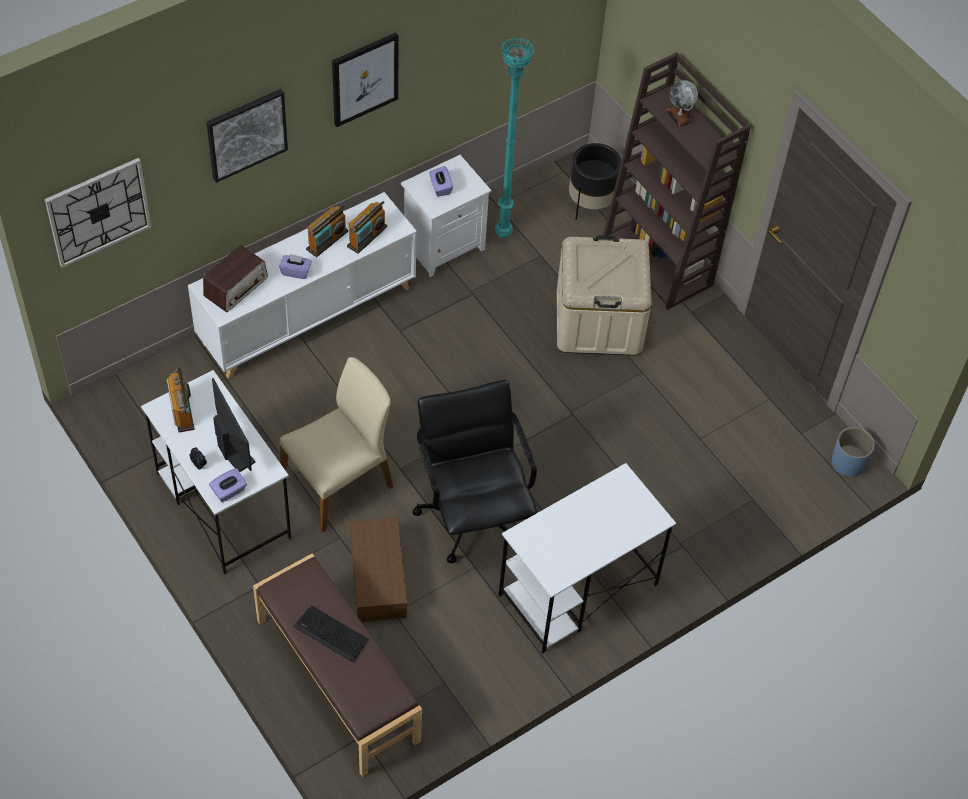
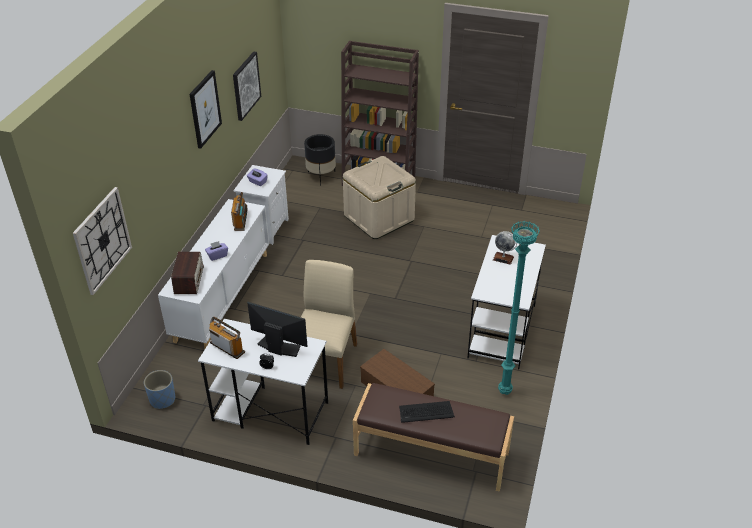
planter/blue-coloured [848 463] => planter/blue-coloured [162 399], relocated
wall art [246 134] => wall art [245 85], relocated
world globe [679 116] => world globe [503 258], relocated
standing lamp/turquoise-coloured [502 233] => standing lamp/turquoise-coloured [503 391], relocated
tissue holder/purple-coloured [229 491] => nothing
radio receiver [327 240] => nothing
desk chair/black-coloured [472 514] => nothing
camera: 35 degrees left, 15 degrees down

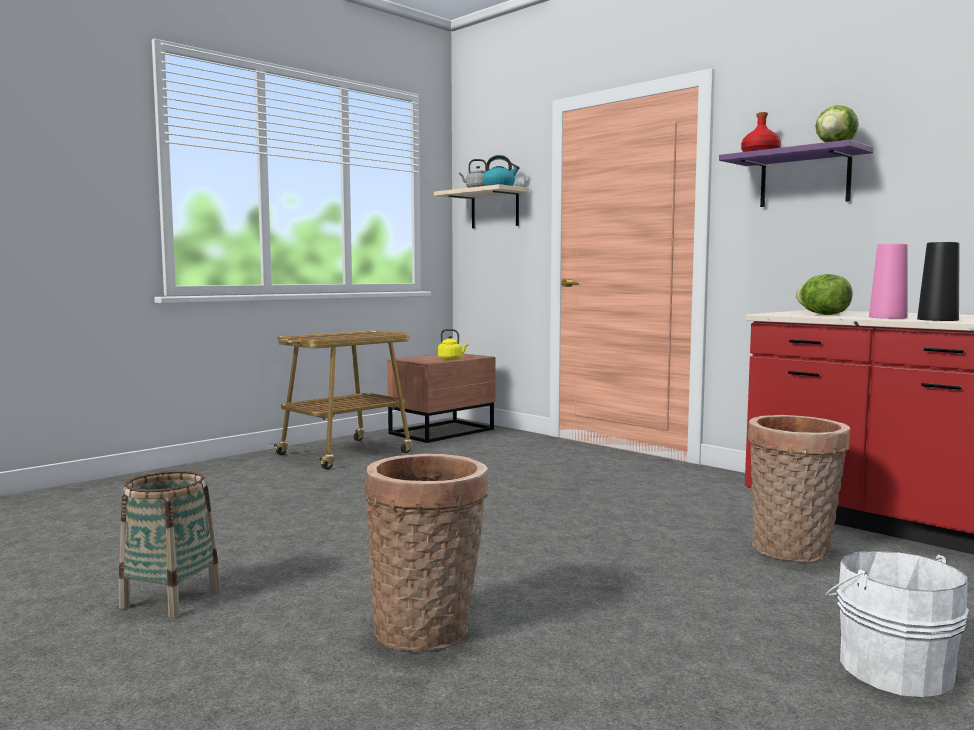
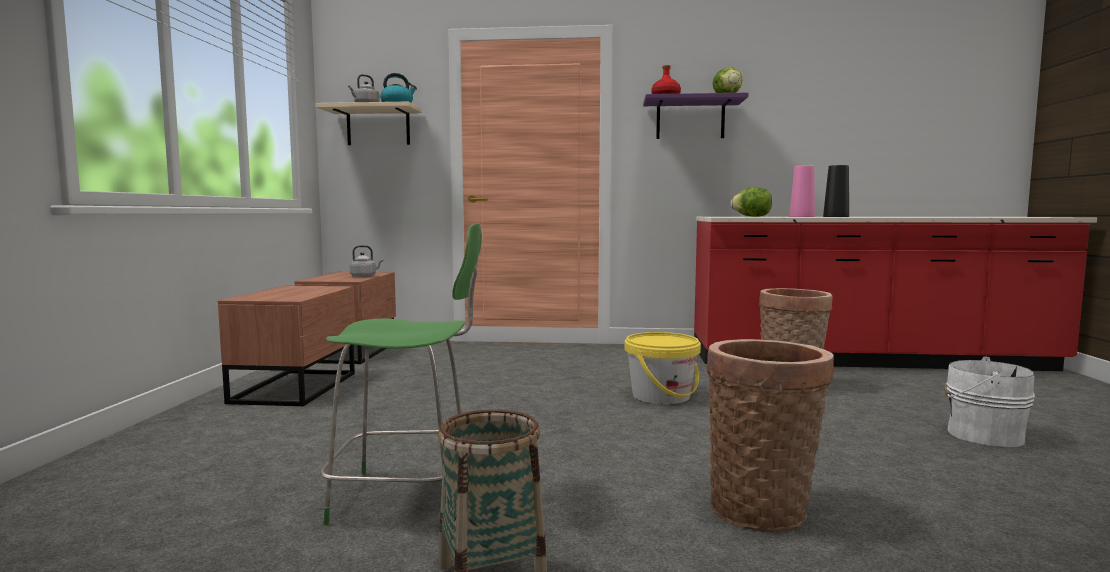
trolley [346 453] => bedside table/brownish [298 387]
nothing => chair/green [409 497]
tea kettle/yellow-coloured [451 359] => tea kettle/greyish [364 276]
nothing => pail/yellow-coloured [661 396]
camera: 40 degrees left, 0 degrees up

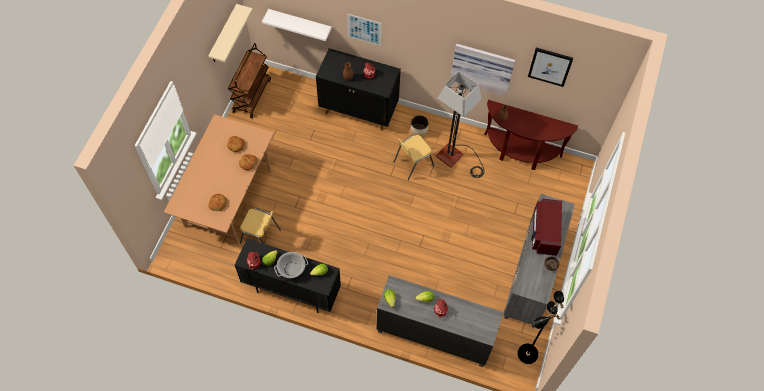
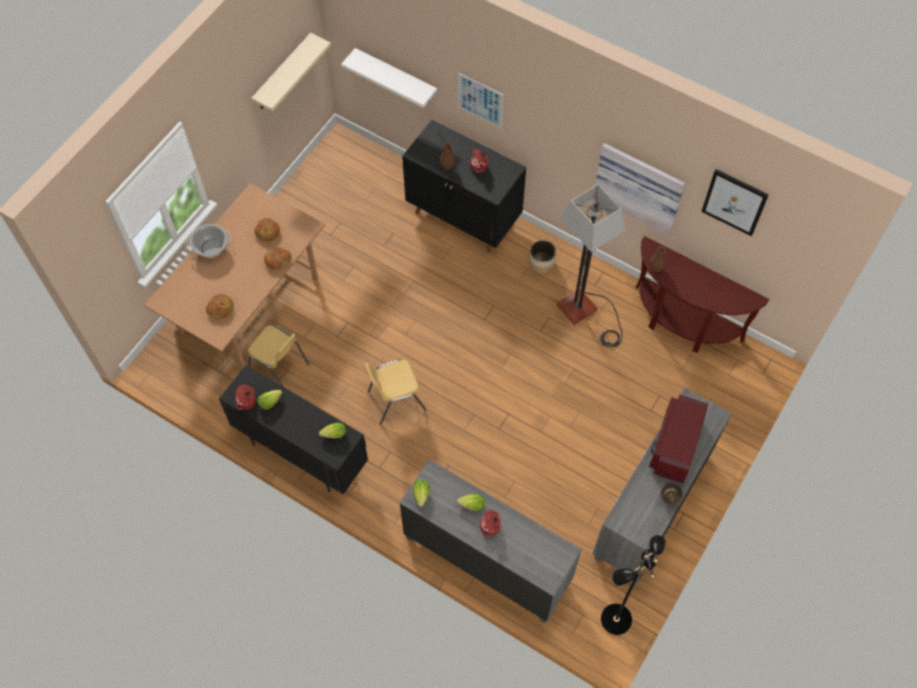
saucepot [291 269] => saucepot [211 248], relocated
chair/yellow-coloured [413 163] => chair/yellow-coloured [395 400], relocated
trolley/brownish [251 95] => nothing
camera: 15 degrees right, 0 degrees up

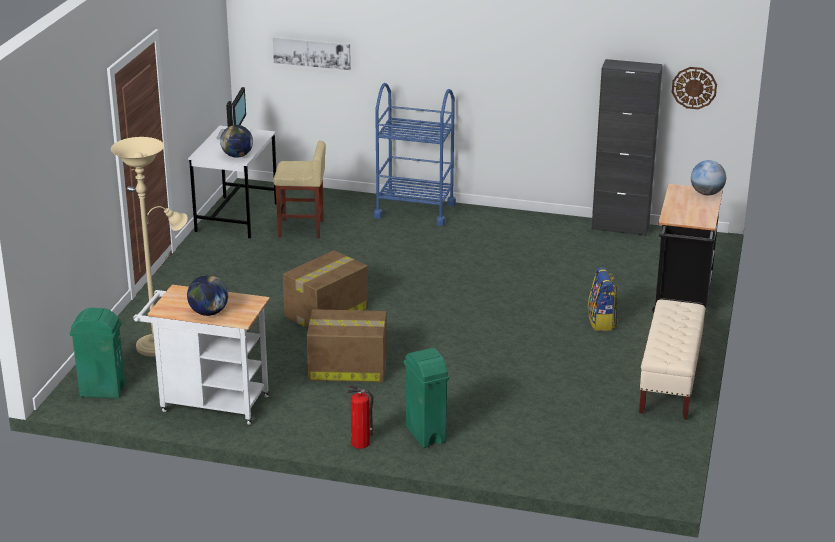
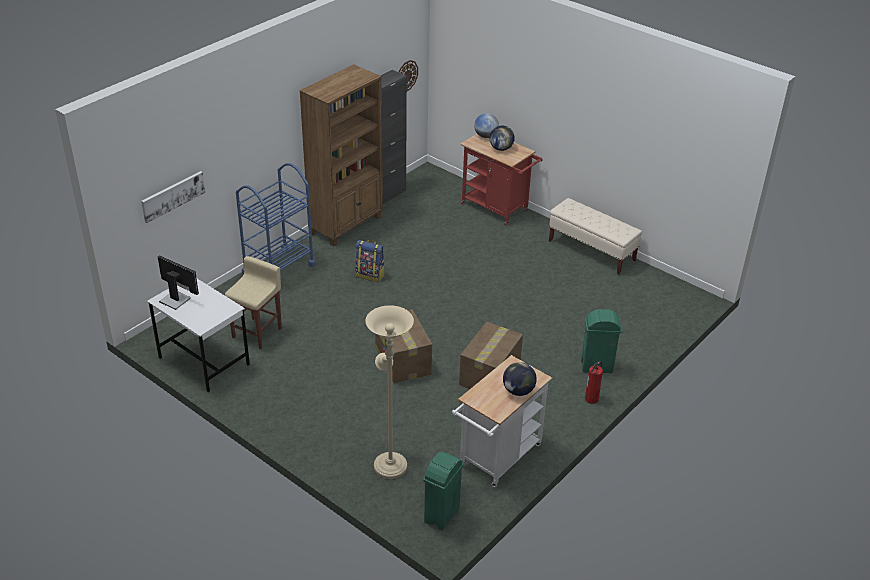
nothing => bookshelf/brownish [346 225]
rucksack [602 322] => rucksack [370 275], relocated
trolley/black-coloured [682 299] => trolley/red-coloured [497 209]
world globe [237 156] => world globe [501 148], relocated
camera: 65 degrees left, 10 degrees up

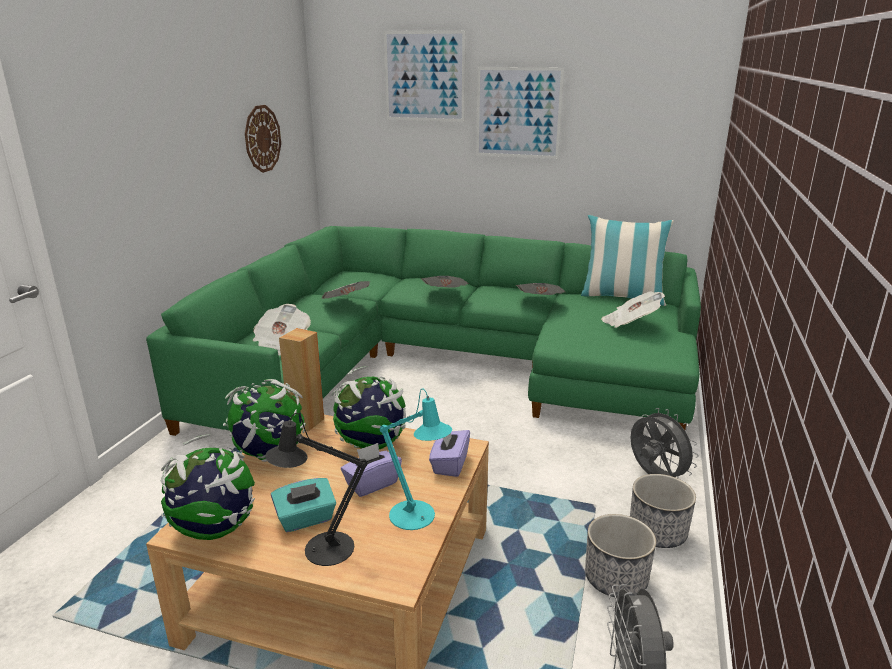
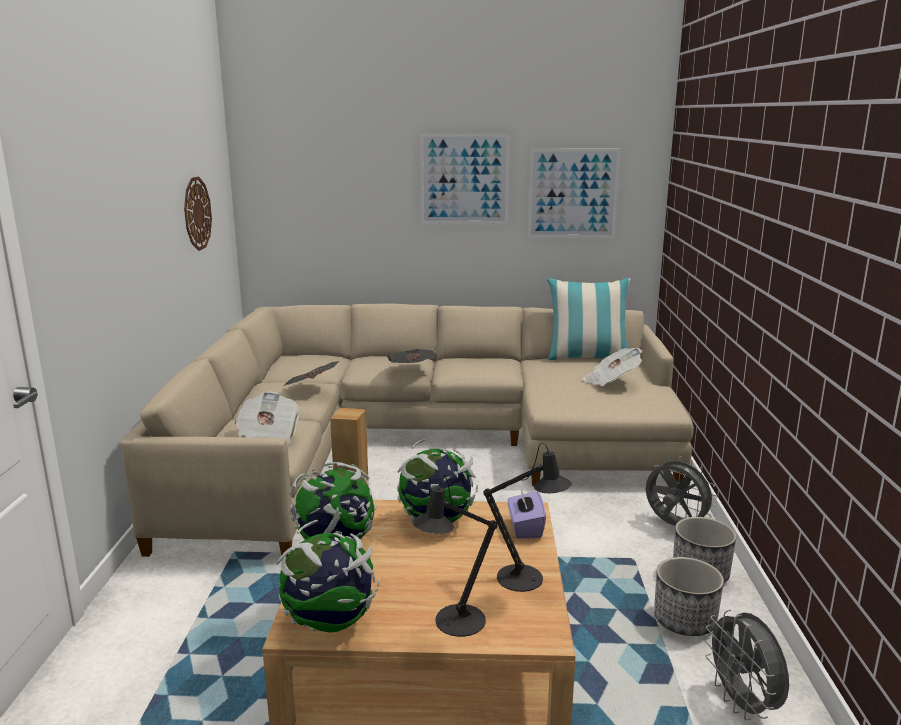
sofa/green [445 366] => sofa/sand-coloured [417 447]
table lamp/turquoise-coloured [417 518] => table lamp/black-coloured [526 579]
wall art [424 76] => wall art [573 193], relocated
tissue holder/turquoise-coloured [306 519] => nothing
tissue holder/purple-coloured [371 484] => nothing
printed paper [540 302] => nothing
camera: 15 degrees left, 5 degrees down

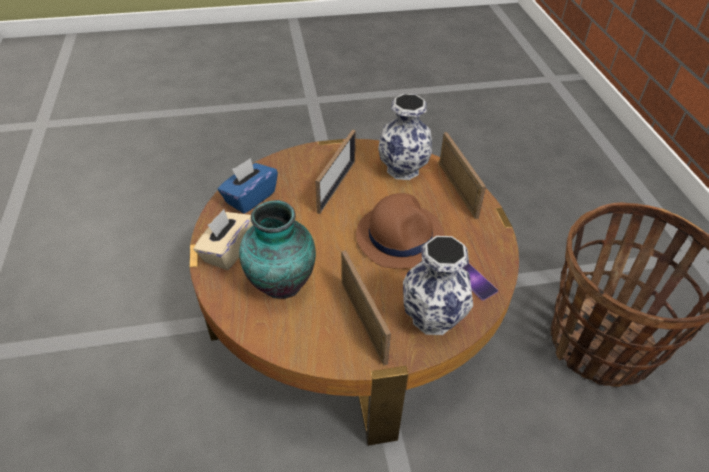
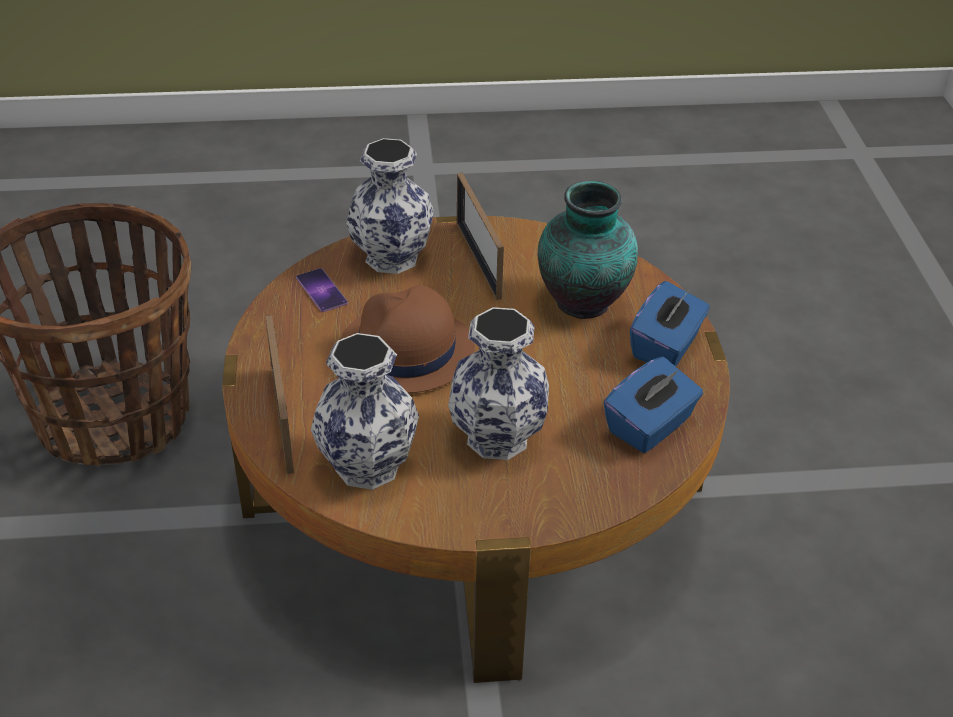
standing frame [336 186] => flower vase [497 439]
tissue holder/sand-coloured [227 251] => tissue holder/blue-coloured [666 346]
camera: 175 degrees left, 5 degrees down

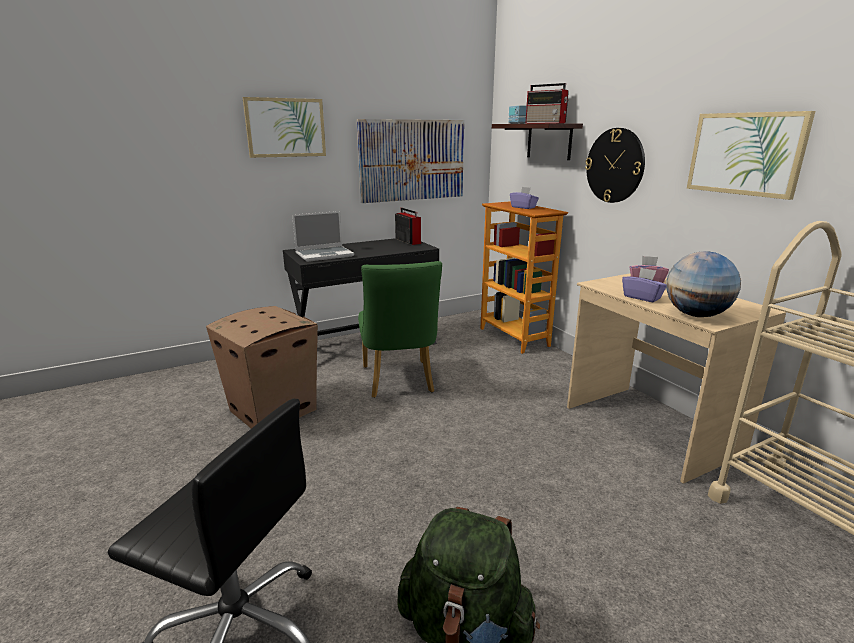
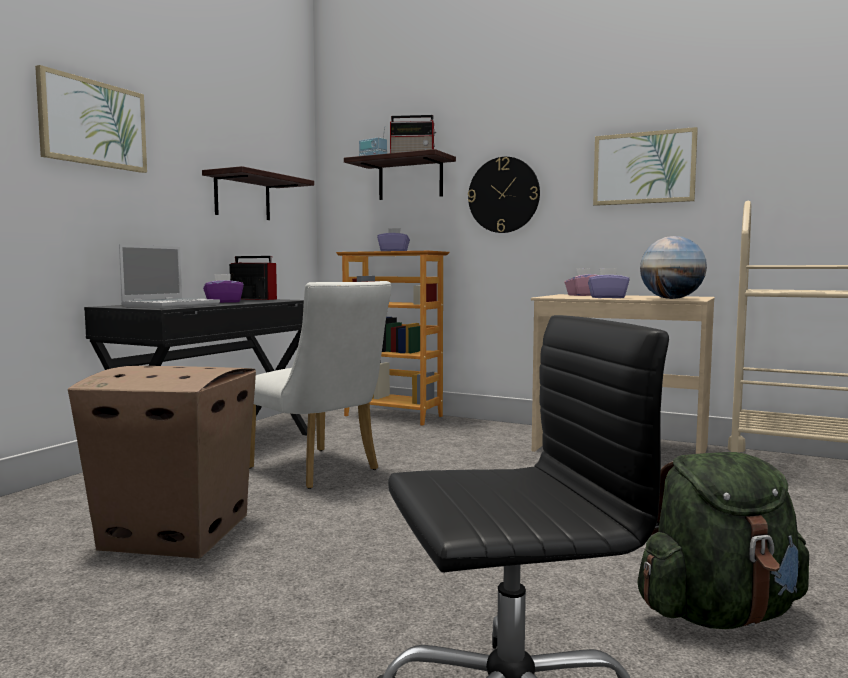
wall art [412 160] => shelf [242 197]
nothing => tissue holder/purple-coloured [223 302]
chair/green [399 382] => chair/white [319 470]
camera: 35 degrees left, 15 degrees down

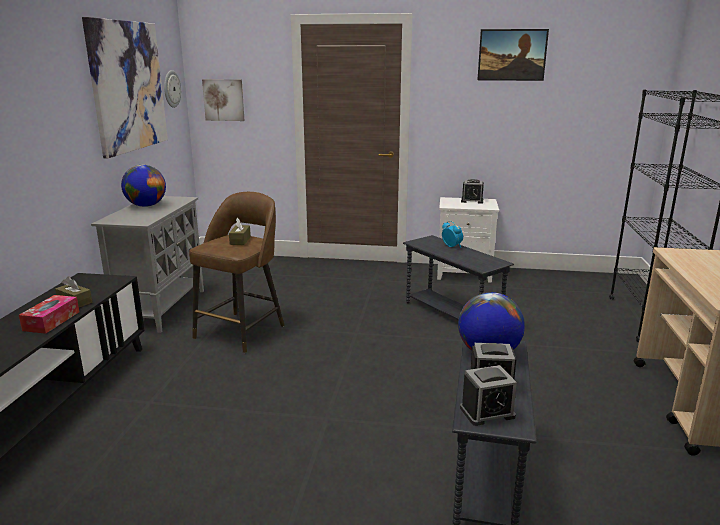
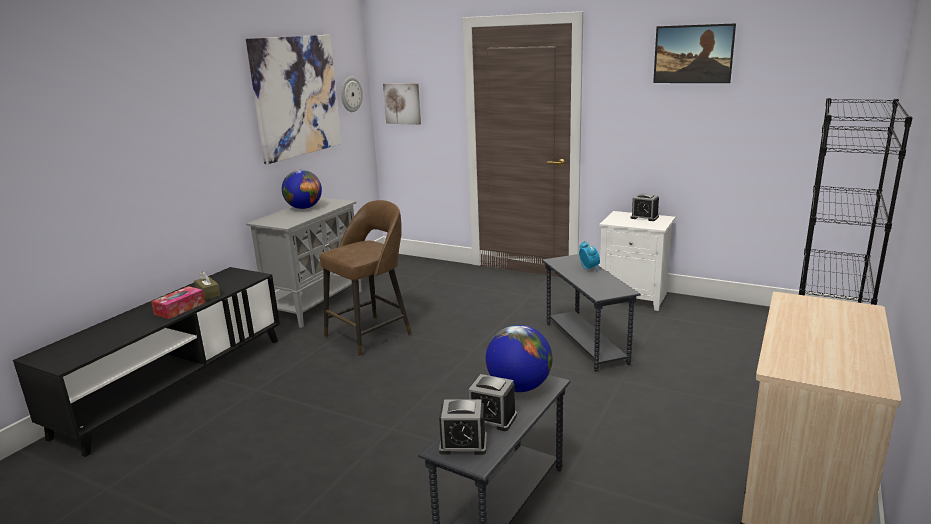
tissue holder/brownish [240 240] => nothing
camera: 20 degrees right, 0 degrees up

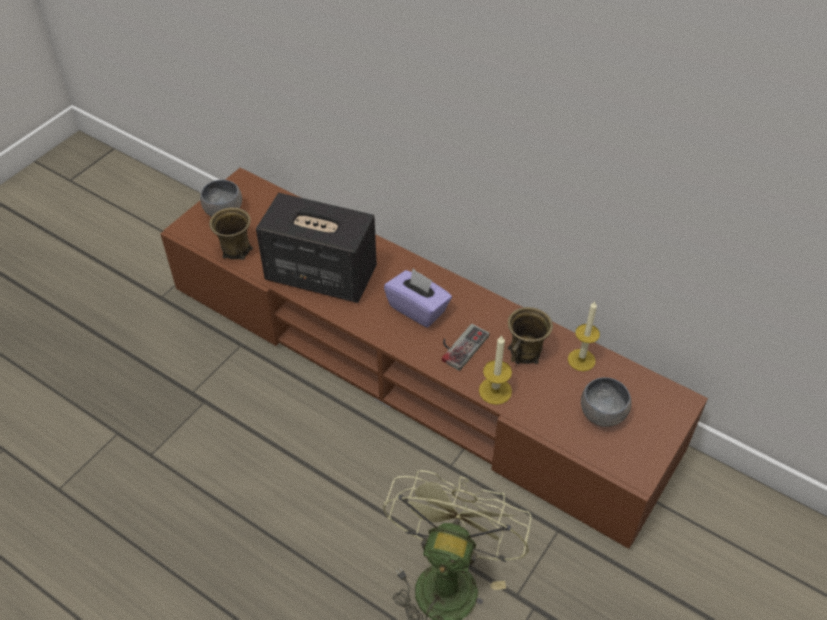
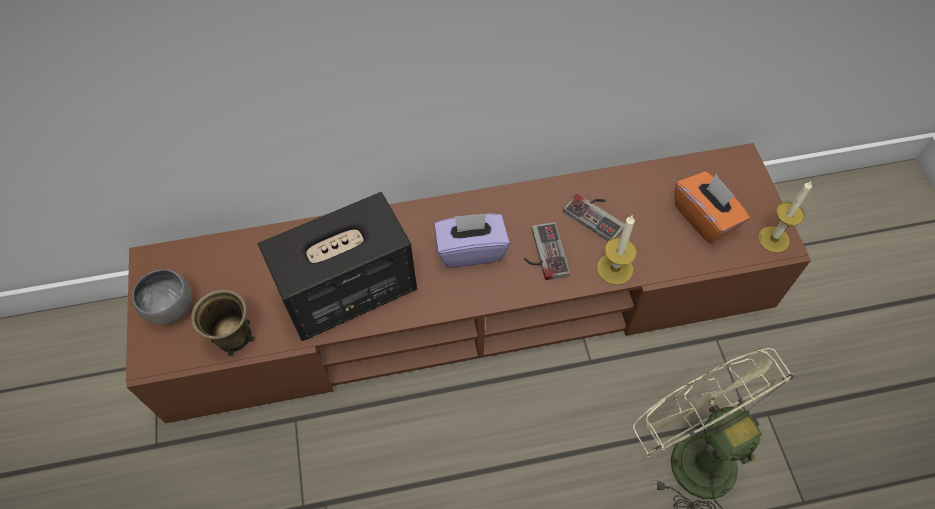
tea mug/brownish [526 352] => gamepad [597 215]
deep dish/greyish [601 412] => tissue holder/orange [705 217]
wax light [581 360] => wax light [773 239], relocated
camera: 45 degrees left, 10 degrees up

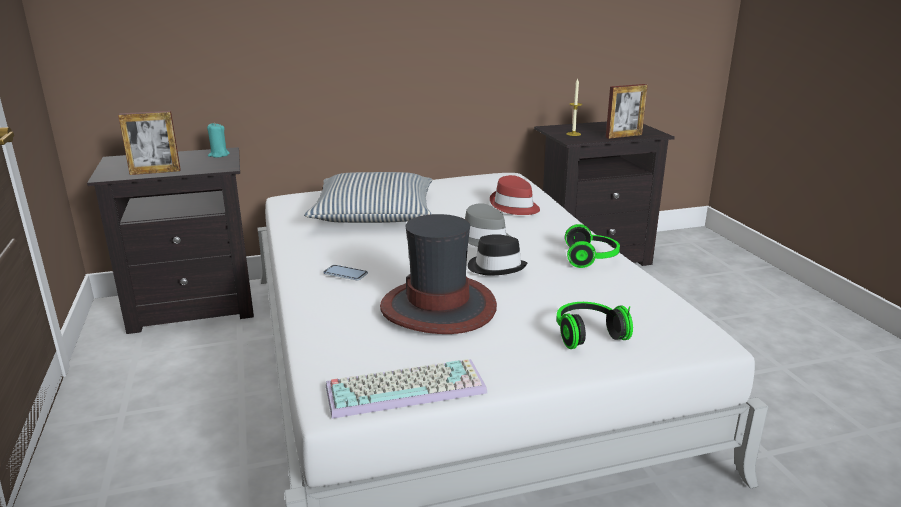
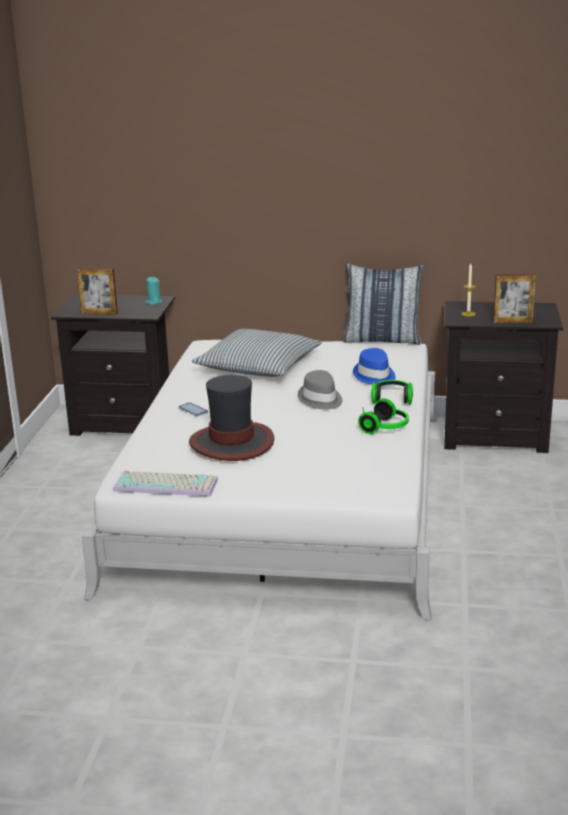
nothing => pillow [382 340]
hat/red-coloured [514 206] => hat/blue-coloured [374 376]
pair of headphones [587 334] => pair of headphones [392 399], relocated
hat/black-coloured [496 267] => nothing
camera: 25 degrees right, 0 degrees up

